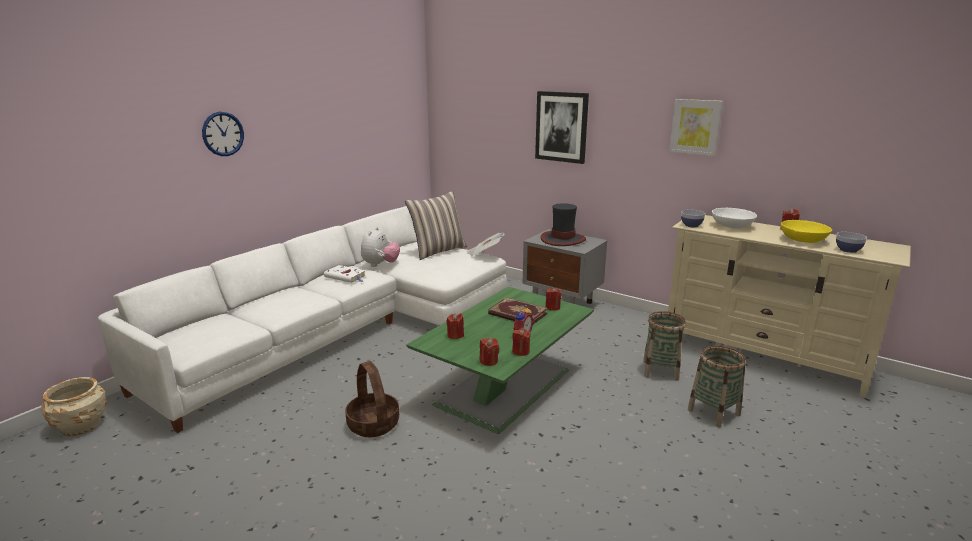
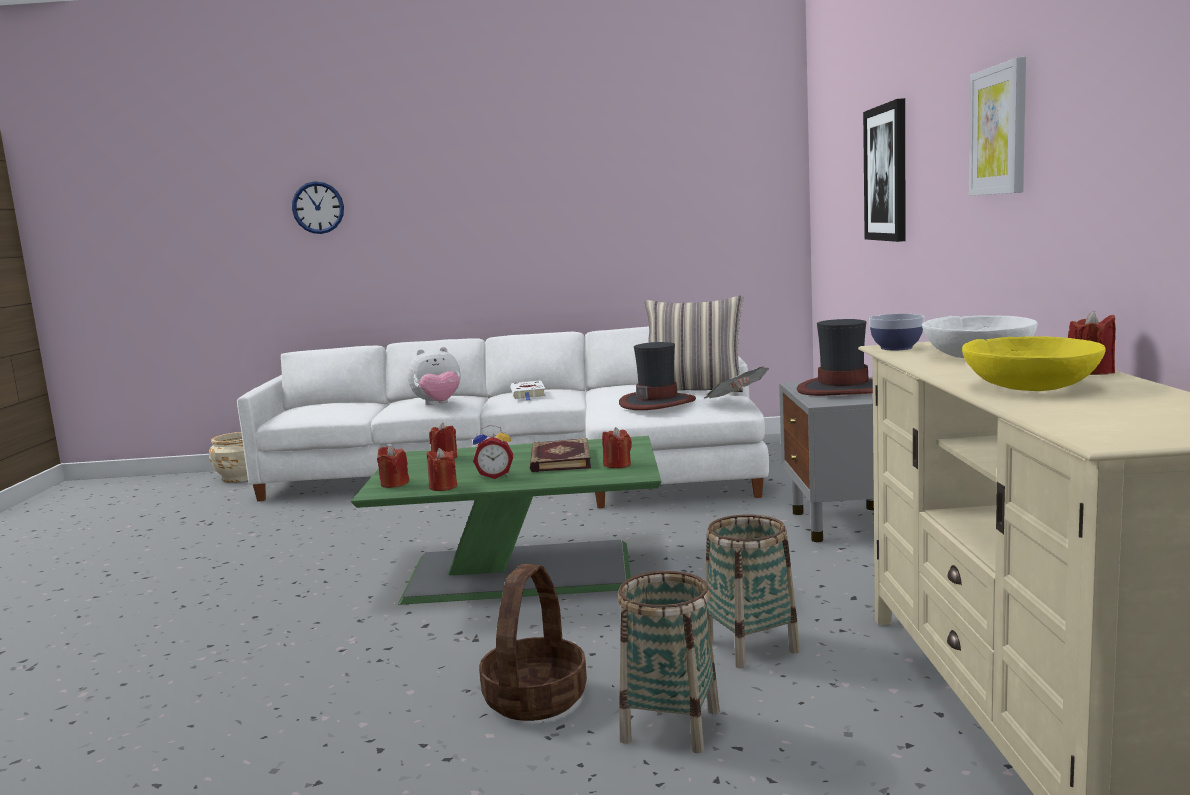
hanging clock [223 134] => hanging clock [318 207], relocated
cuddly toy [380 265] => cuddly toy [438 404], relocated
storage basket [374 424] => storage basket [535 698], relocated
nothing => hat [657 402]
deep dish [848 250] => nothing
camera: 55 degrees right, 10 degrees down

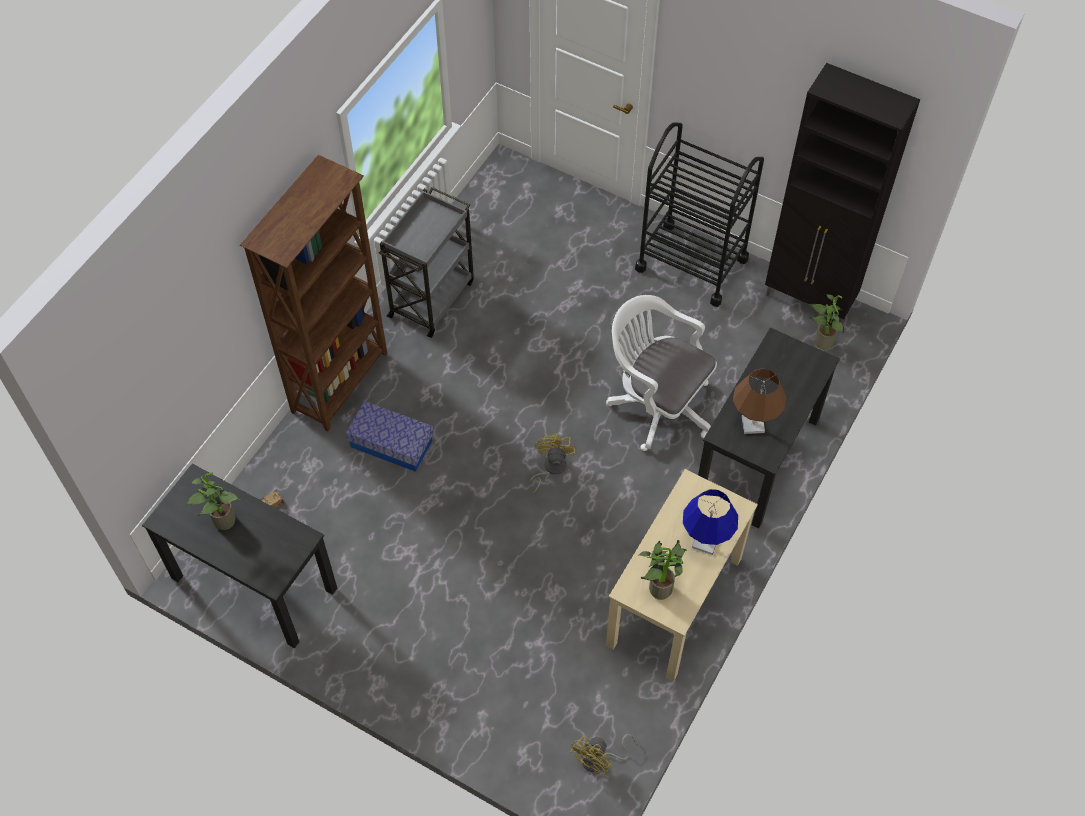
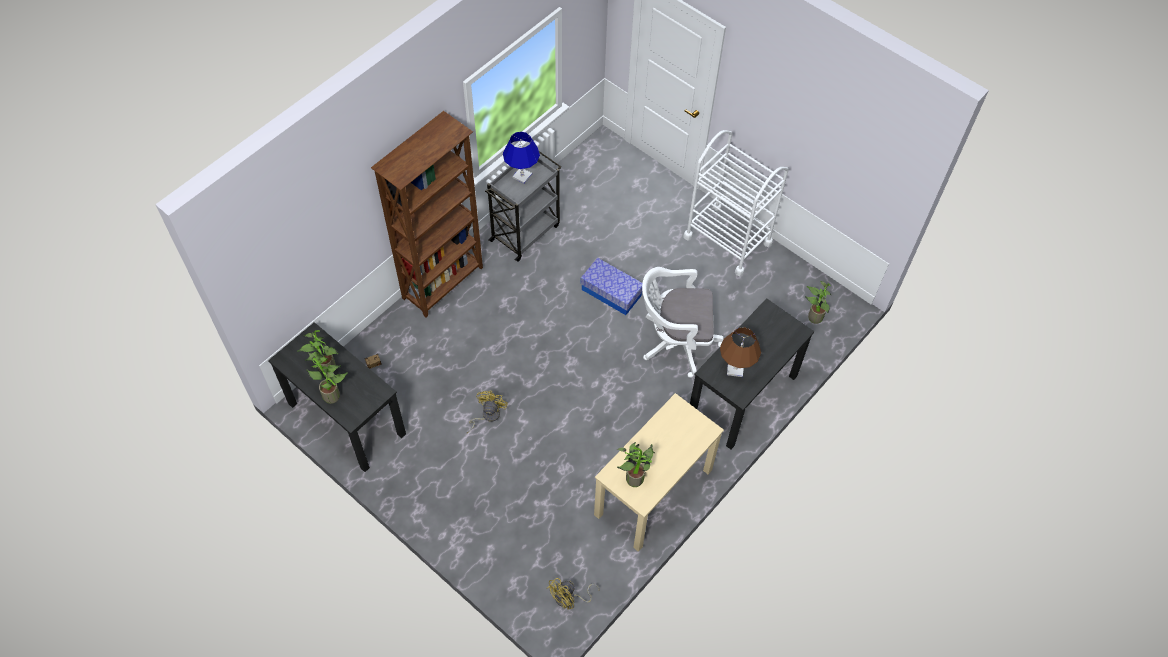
nothing => potted plant [333 395]
cooling fan/yellow-coloured [550 468] => cooling fan/yellow-coloured [487 416], relocated
table lamp/blue-coloured [705 542] => table lamp/blue-coloured [522 176], relocated
storage box [391 444] => storage box [611 292], relocated
desk chair/white [656 404] => desk chair/white [675 341], 45 degrees counterclockwise
trolley/black-coloured [691 264] => trolley/white [727 240]
cabinet/black-coloured [810 300] => nothing
camera: 10 degrees right, 0 degrees up

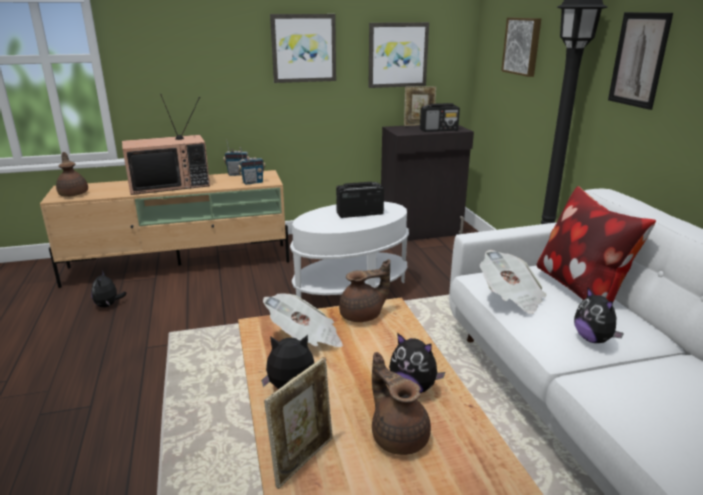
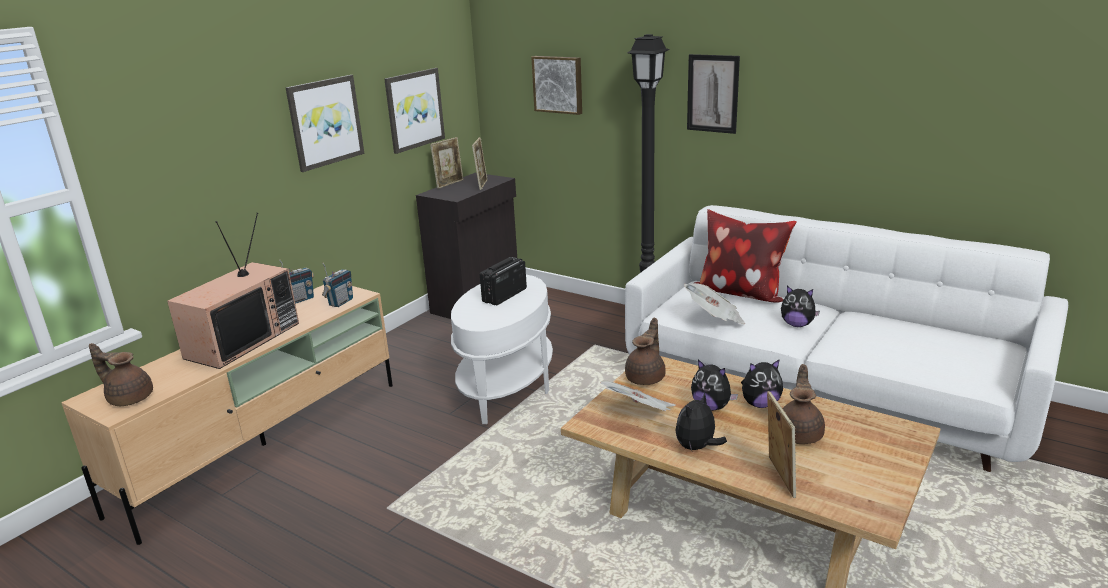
radio receiver [439 130] => standing frame [482 185]
cuddly toy [108 305] => cuddly toy [711 407], relocated
pot for tea/brownish [398 435] => pot for tea/brownish [800 434], 90 degrees clockwise
camera: 40 degrees left, 0 degrees up

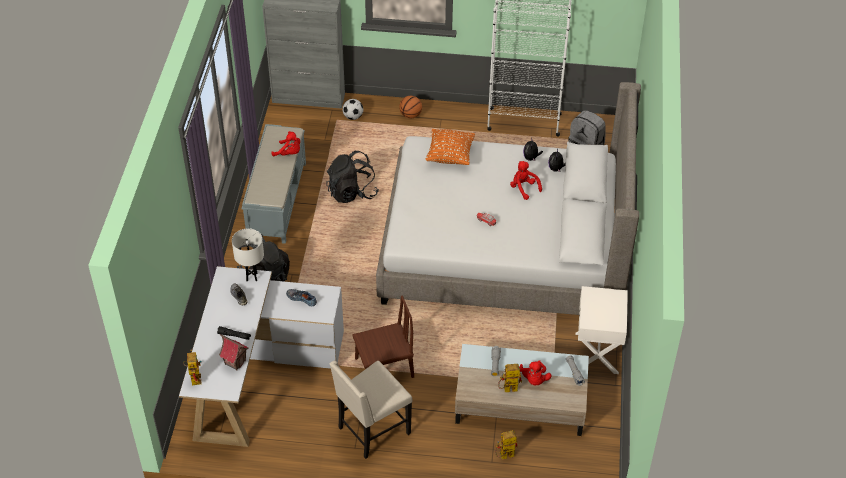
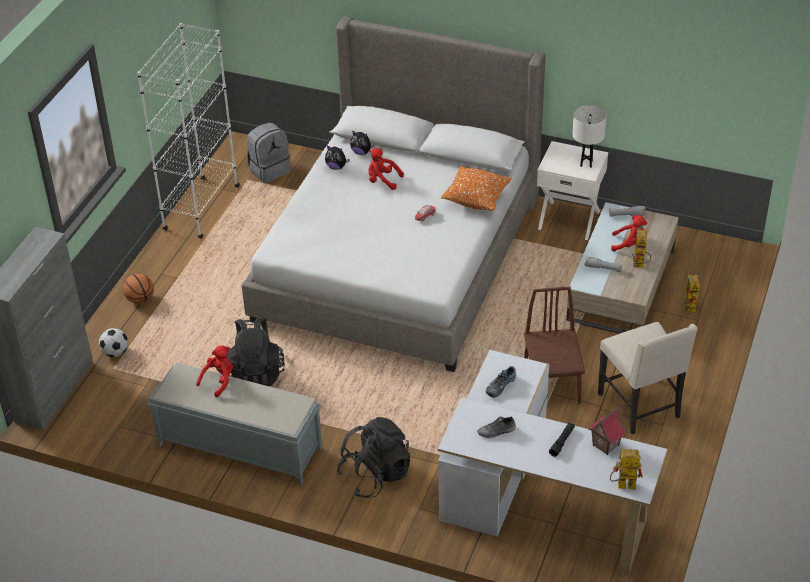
cuddly toy/red-coloured [523 188] => cuddly toy/red-coloured [382 180], 45 degrees clockwise
pillow/orange [450 156] => pillow/orange [476 200], relocated
table lamp/white [252 277] => table lamp/white [586 163], relocated
camera: 75 degrees left, 5 degrees down

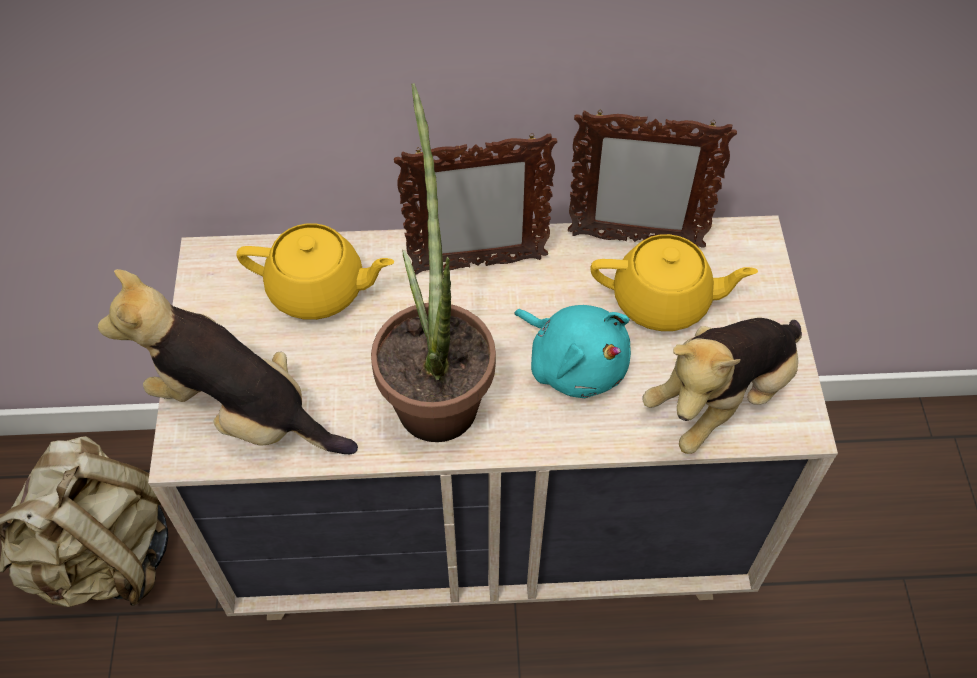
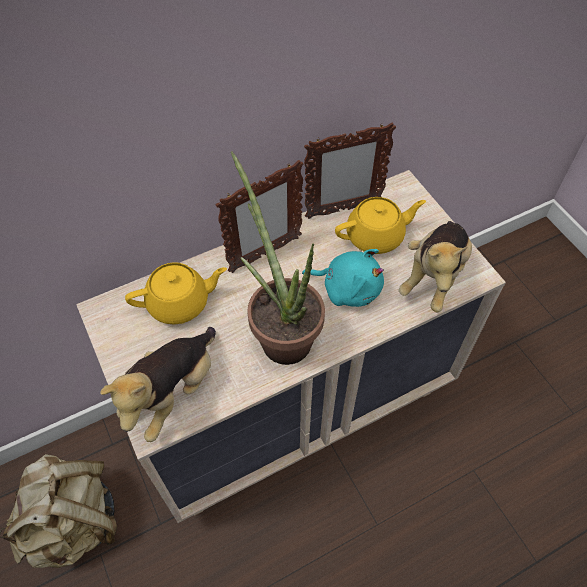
cuddly toy [241 412] => cuddly toy [173 392], 60 degrees counterclockwise
camera: 25 degrees left, 0 degrees up

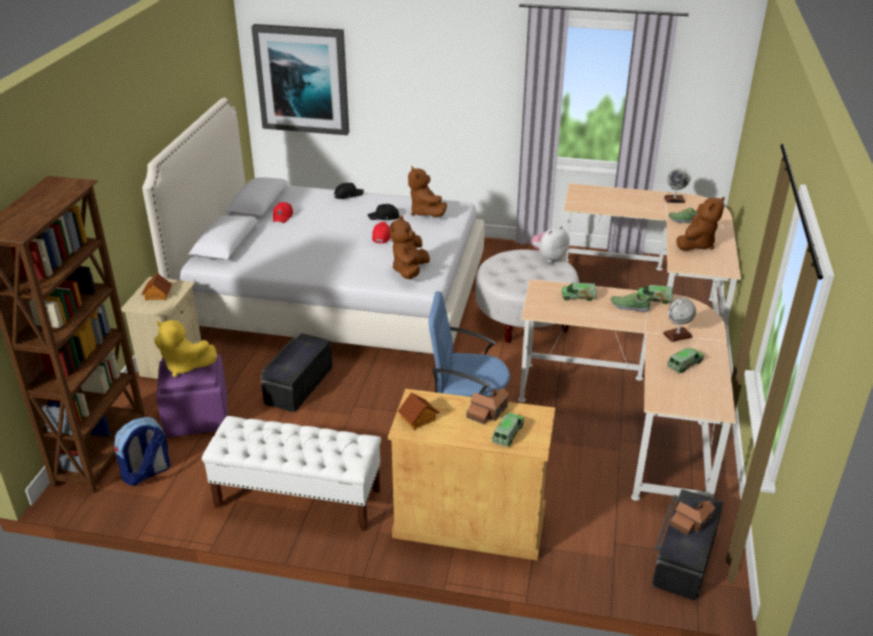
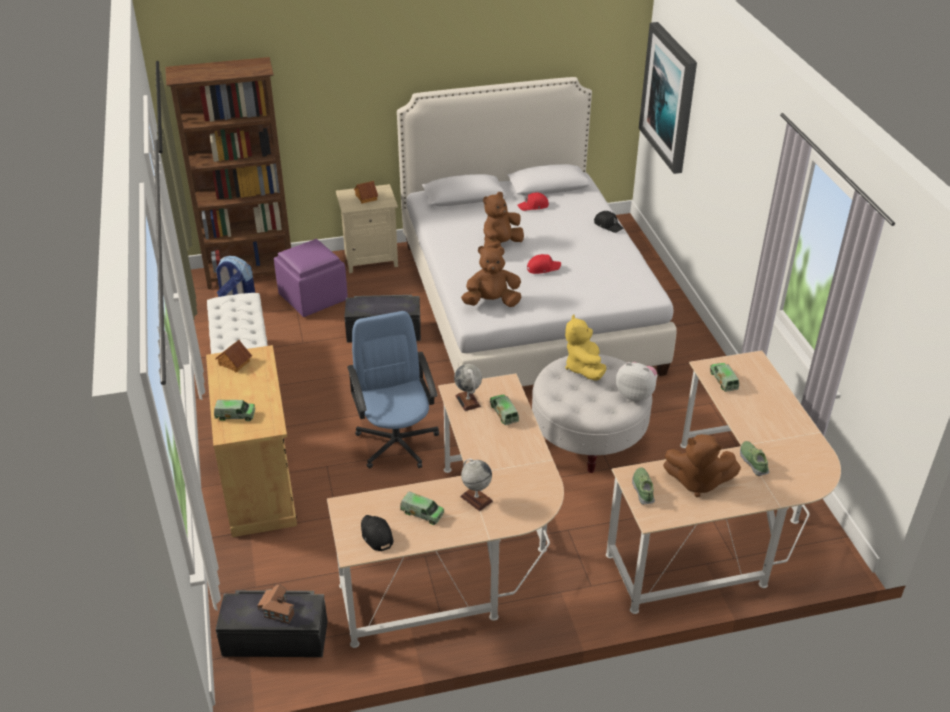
cap/black-coloured [384 217] => cap/black-coloured [376 535], relocated
world globe [674 199] => world globe [468 401], relocated
cuddly toy/brownish [425 213] => cuddly toy/brownish [500 245], relocated
cuddly toy/yellow-coloured [185 366] => cuddly toy/yellow-coloured [583 368], relocated
shoe [629 307] => shoe [643 489], relocated
model truck [654 299] => model truck [723 381], relocated
miniature house [487 412] => nothing
camera: 65 degrees right, 5 degrees up

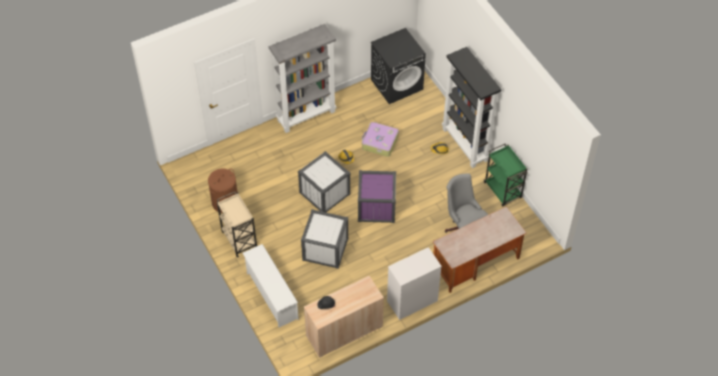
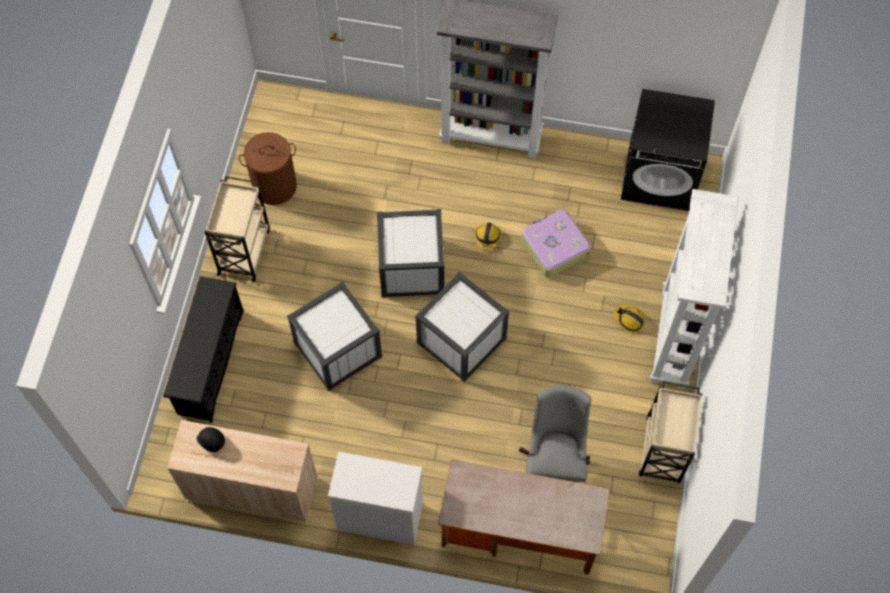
shoe stand/white [271 295] => shoe stand/black-coloured [209 362]
storage box/purple-coloured [376 207] => storage box/white [461 340]
trolley/green [503 191] => trolley/sand-coloured [662 451]
bookshelf/black-coloured [466 145] => bookshelf/white [674 340]
camera: 40 degrees right, 10 degrees up

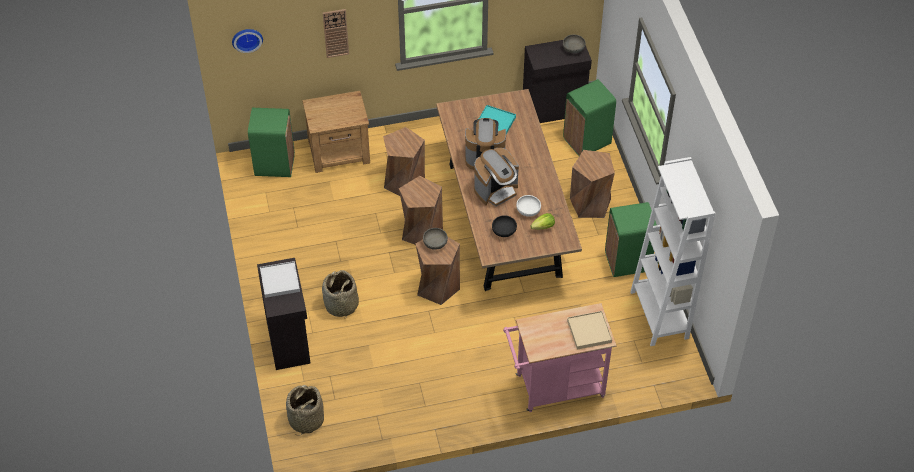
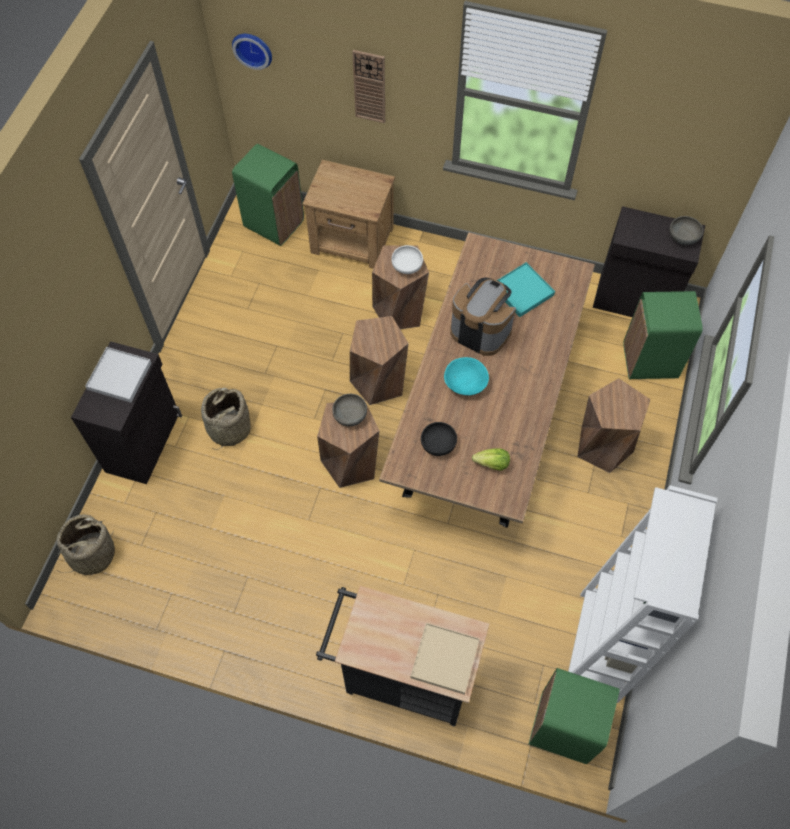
trolley/pink-coloured [554 388] => trolley/black-coloured [401 676]
deep dish/white [528 210] => deep dish/white [407 265], relocated
coffee machine [496 190] => deep dish/turquoise-coloured [465 383]
trash can/green [627 261] => trash can/green [563 727], relocated
camera: 30 degrees right, 10 degrees up

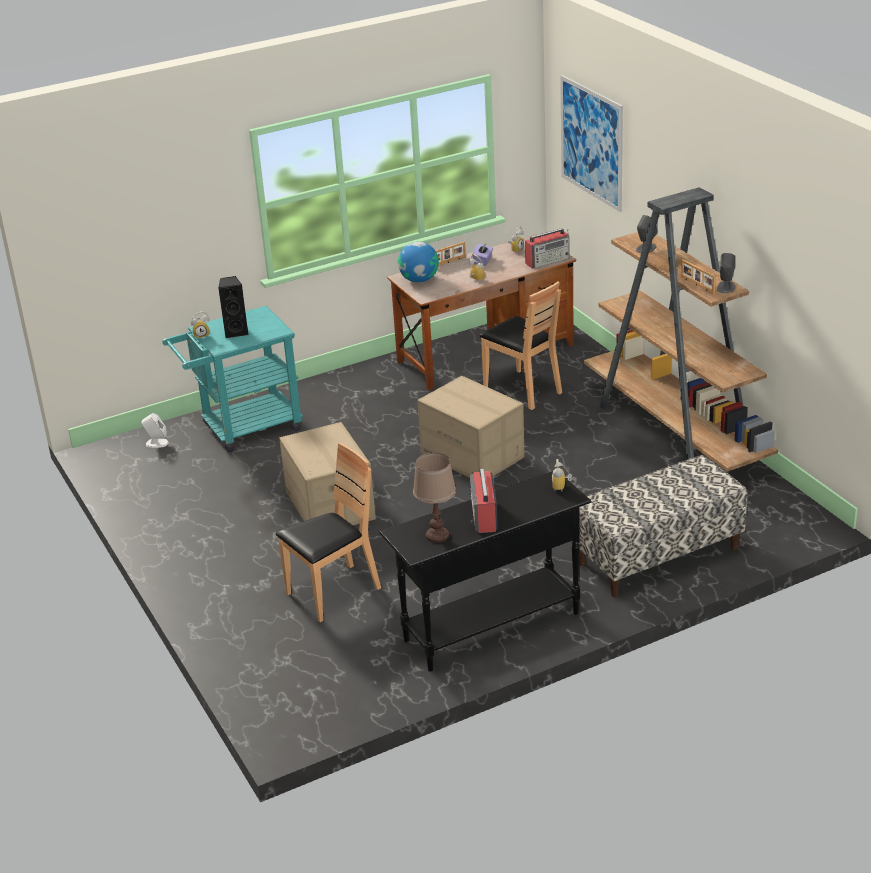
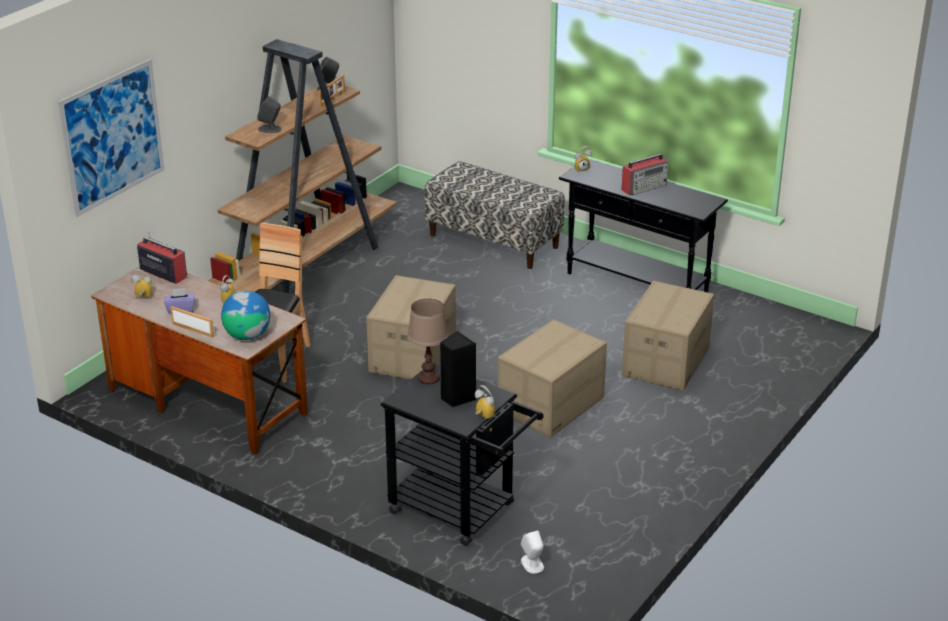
trolley/turquoise-coloured [243 429] => trolley/black-coloured [461 511]
table lamp/brownish [437 536] => table lamp/brownish [429 378], relocated
chair/brownish [333 592] => packing box [665 361]
camera: 120 degrees left, 0 degrees up

